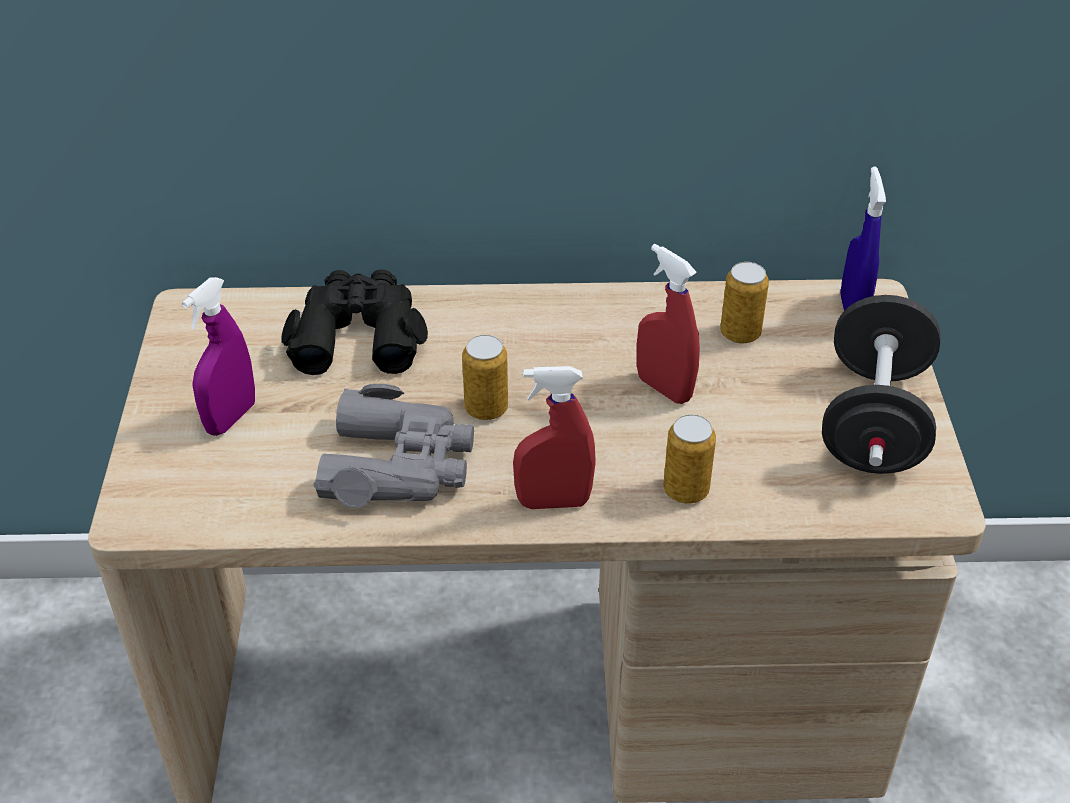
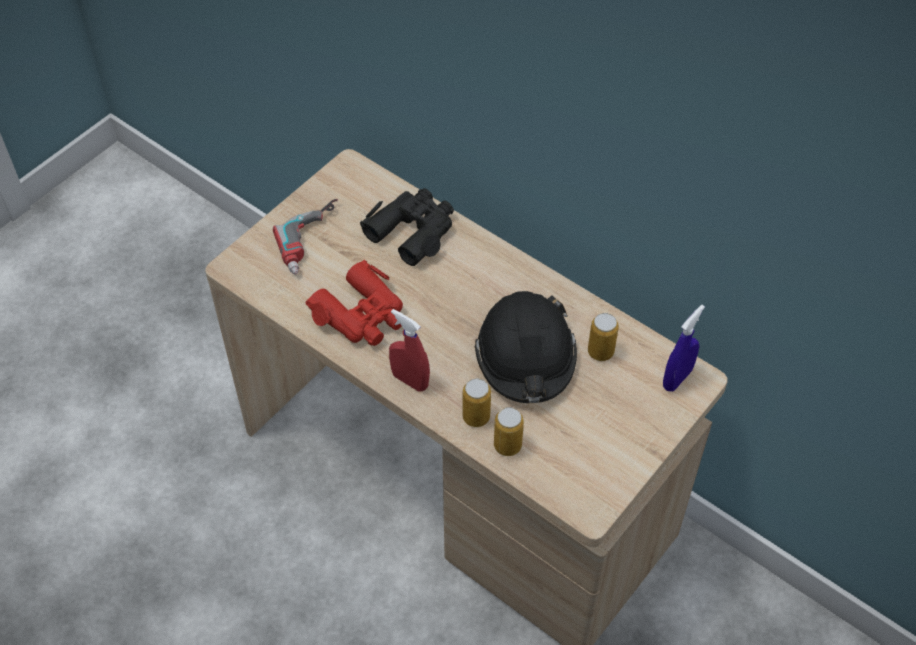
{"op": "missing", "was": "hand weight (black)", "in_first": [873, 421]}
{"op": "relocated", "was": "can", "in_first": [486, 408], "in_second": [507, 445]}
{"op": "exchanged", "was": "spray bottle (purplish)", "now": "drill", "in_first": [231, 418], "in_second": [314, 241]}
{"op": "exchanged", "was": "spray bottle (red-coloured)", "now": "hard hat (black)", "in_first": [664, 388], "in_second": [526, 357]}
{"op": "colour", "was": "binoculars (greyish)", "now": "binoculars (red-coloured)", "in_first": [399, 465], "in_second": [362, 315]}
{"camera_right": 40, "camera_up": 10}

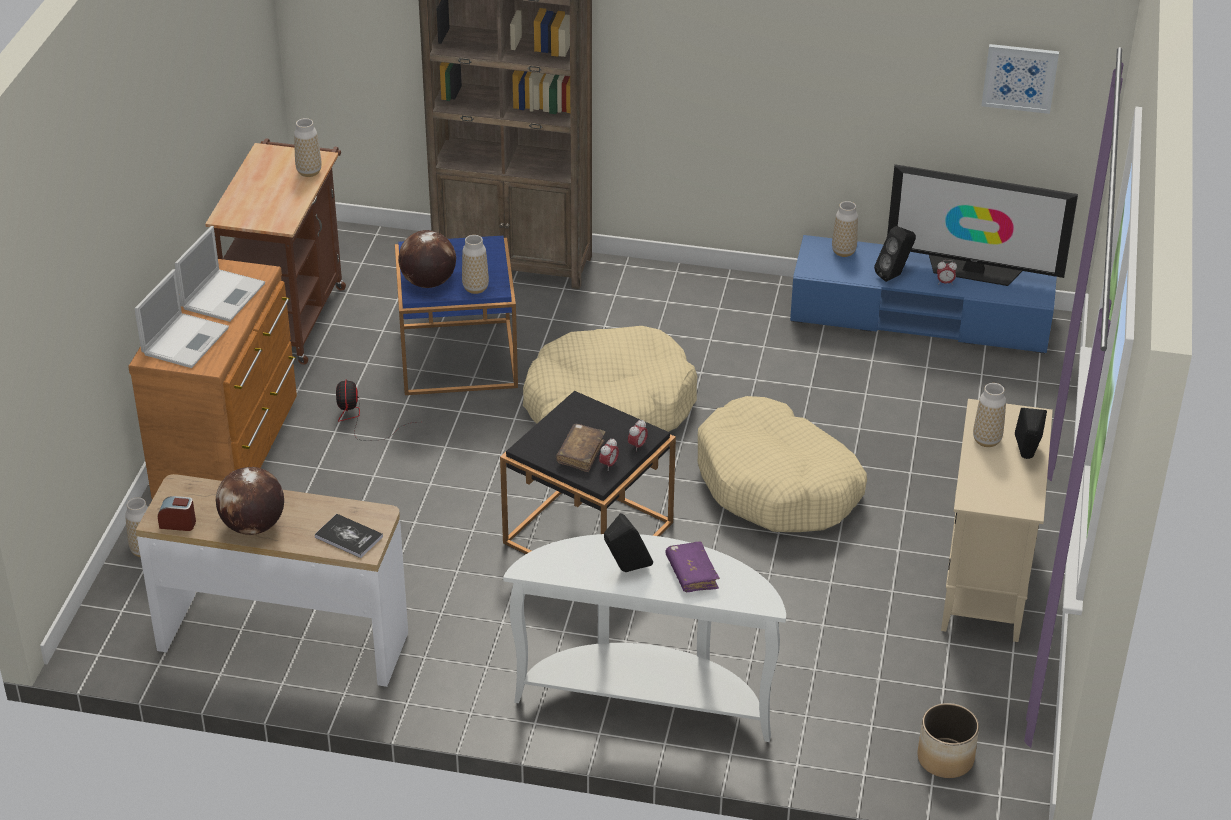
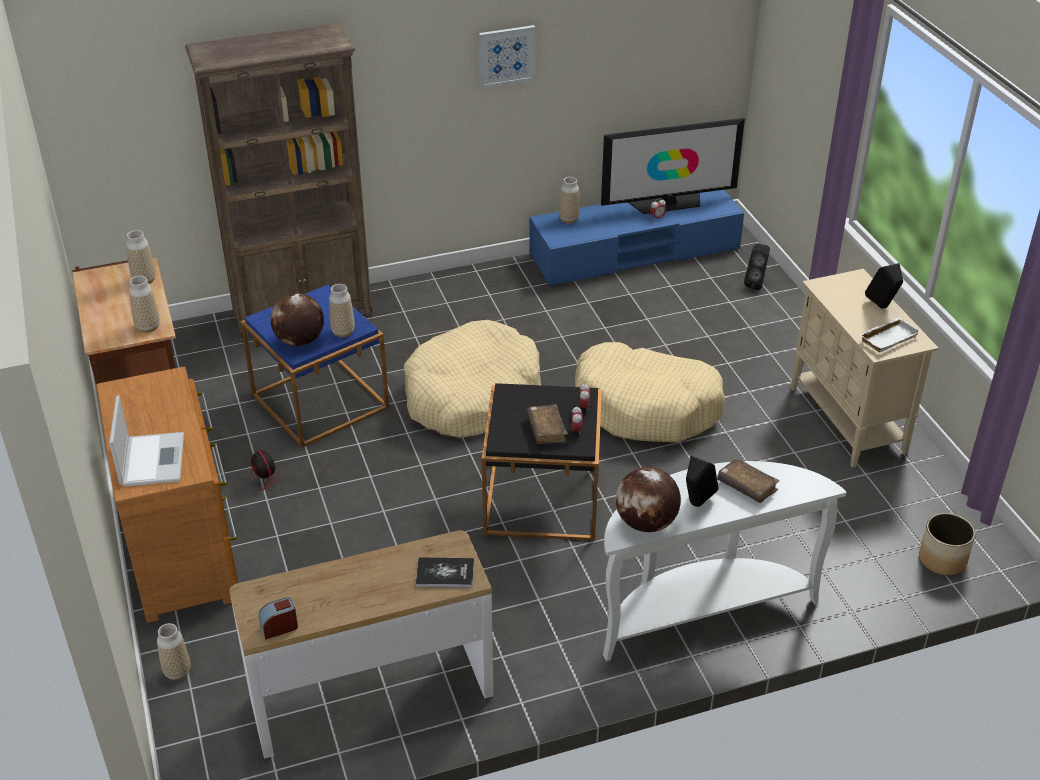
{"op": "missing", "was": "notebook computer", "in_first": [224, 295]}
{"op": "appeared", "now": "carrying tray (whitish)", "in_second": [887, 337]}
{"op": "relocated", "was": "globe", "in_first": [253, 526], "in_second": [646, 523]}
{"op": "relocated", "was": "loudspeaker (black)", "in_first": [894, 275], "in_second": [757, 283]}
{"op": "relocated", "was": "flower vase", "in_first": [986, 440], "in_second": [148, 327]}
{"op": "relocated", "was": "wall art", "in_first": [1019, 77], "in_second": [506, 56]}
{"op": "colour", "was": "book (purplish)", "now": "book (brown)", "in_first": [691, 573], "in_second": [746, 486]}
{"camera_right": -30, "camera_up": 0}

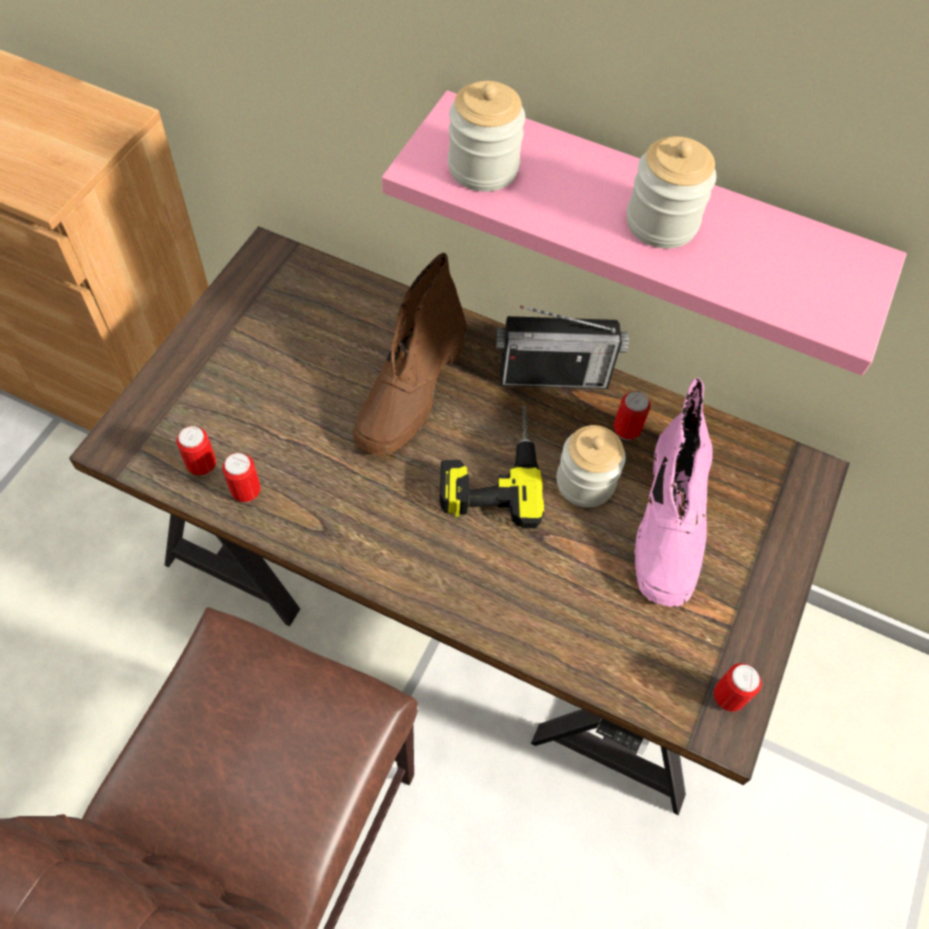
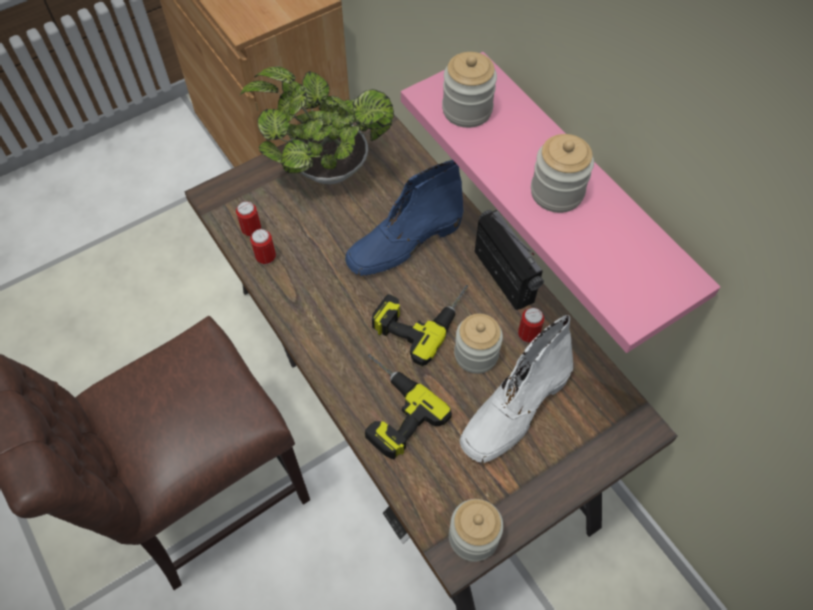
{"op": "appeared", "now": "potted plant", "in_second": [324, 168]}
{"op": "appeared", "now": "drill", "in_second": [388, 409]}
{"op": "exchanged", "was": "can", "now": "jar", "in_first": [728, 697], "in_second": [473, 537]}
{"op": "colour", "was": "tall boot (brown)", "now": "tall boot (blue)", "in_first": [411, 391], "in_second": [404, 243]}
{"op": "colour", "was": "tall boot (pinkish)", "now": "tall boot (whitish)", "in_first": [670, 524], "in_second": [515, 409]}
{"op": "spun", "was": "radio set", "in_first": [553, 376], "in_second": [503, 276], "clockwise": -150}
{"camera_right": 35, "camera_up": 0}

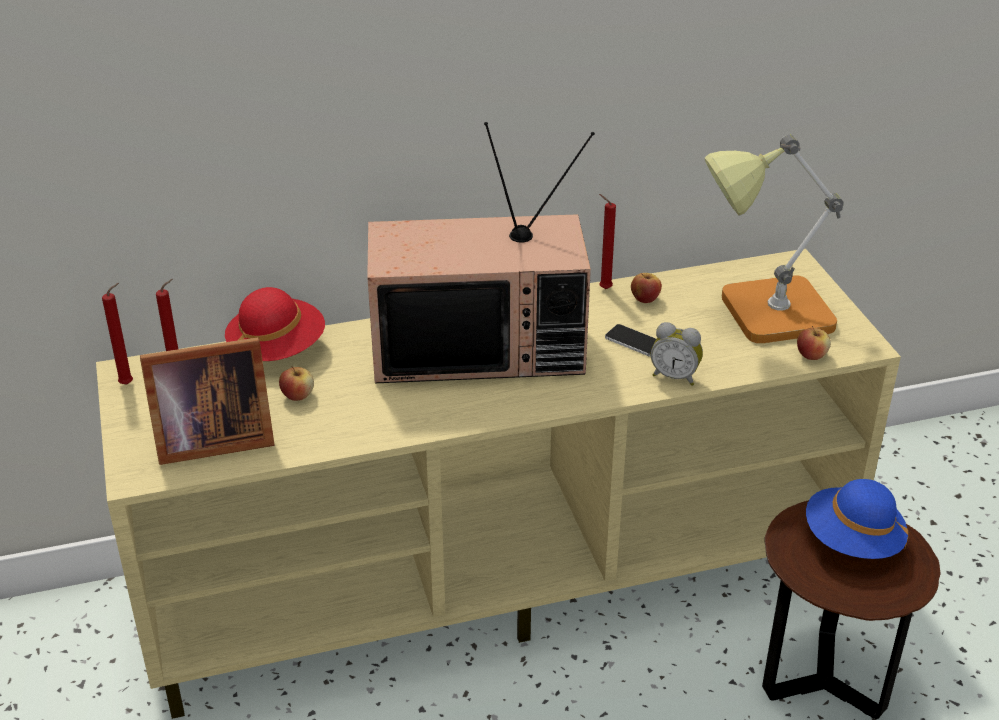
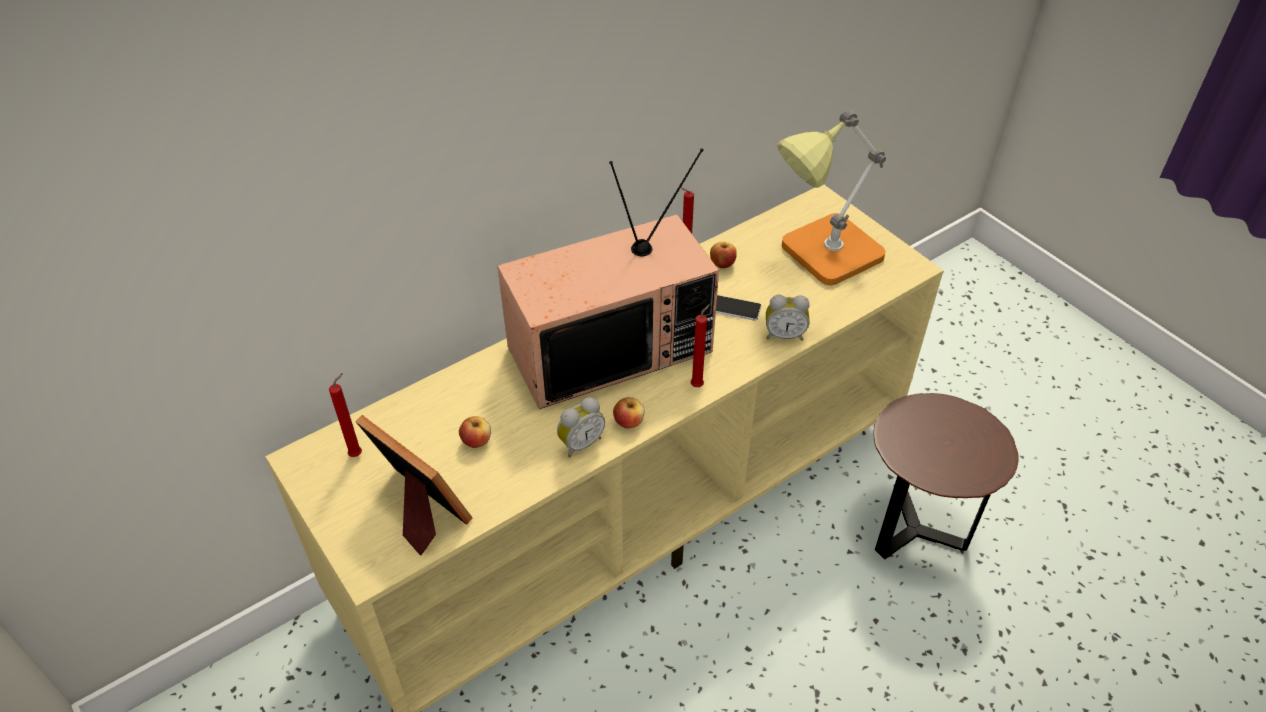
{"op": "missing", "was": "wearable hat (red-coloured)", "in_first": [277, 349]}
{"op": "missing", "was": "wearable hat (blue)", "in_first": [852, 541]}
{"op": "appeared", "now": "alarm clock", "in_second": [580, 443]}
{"op": "relocated", "was": "wax light (red-coloured)", "in_first": [129, 384], "in_second": [698, 385]}
{"op": "relocated", "was": "whole apple", "in_first": [811, 355], "in_second": [628, 422]}
{"op": "spun", "was": "standing frame", "in_first": [209, 439], "in_second": [419, 511], "clockwise": -105}
{"camera_right": -20, "camera_up": 10}

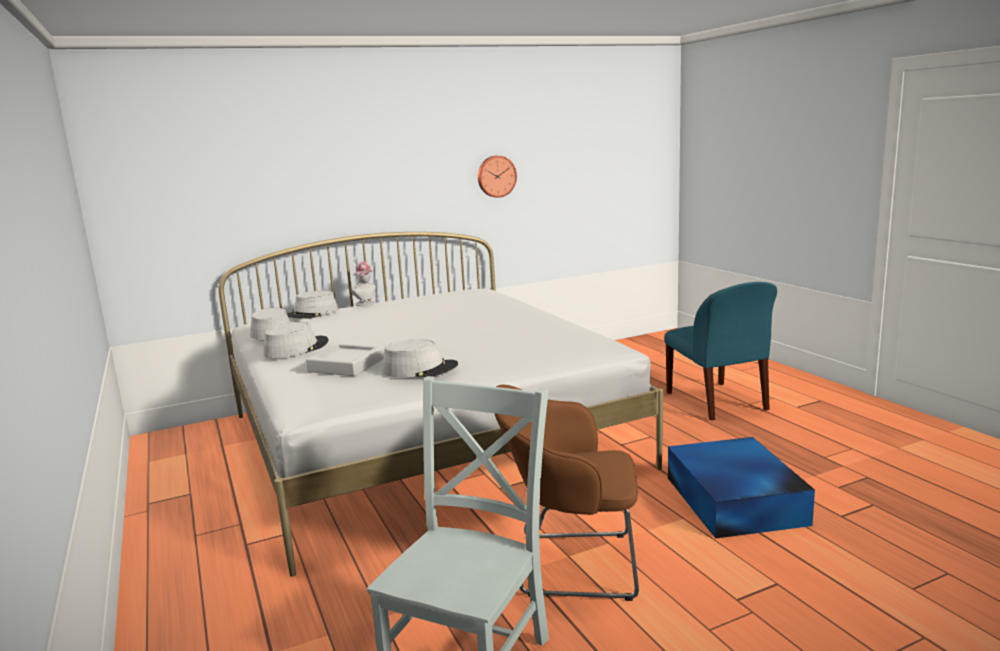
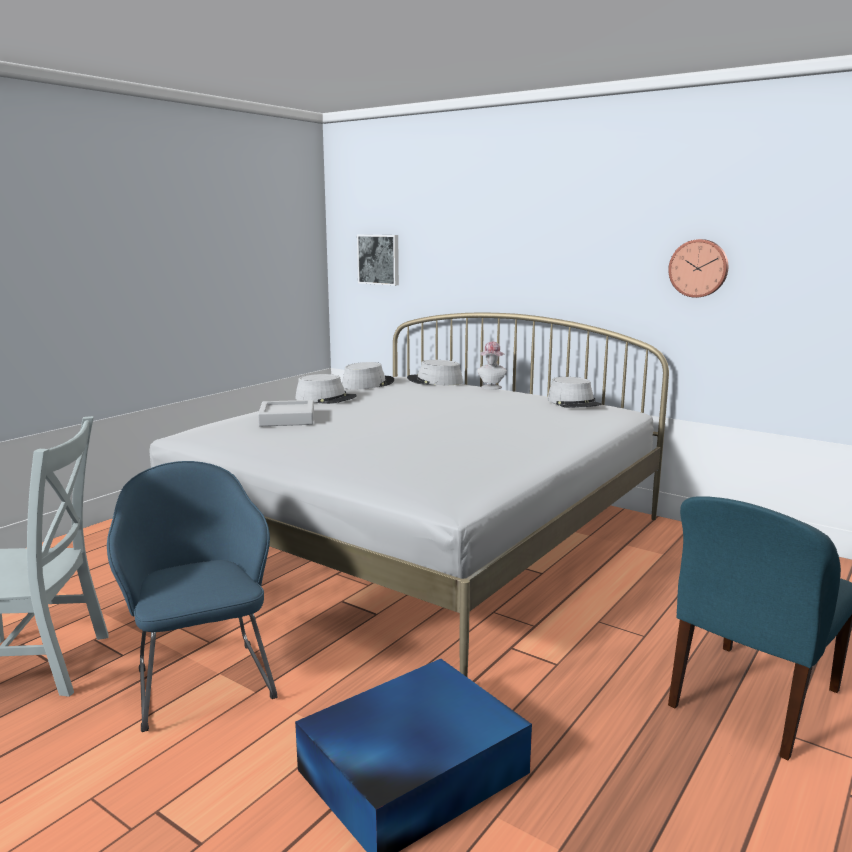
{"op": "appeared", "now": "wall art", "in_second": [379, 259]}
{"op": "relocated", "was": "wearable hat (greyish)", "in_first": [420, 369], "in_second": [574, 402]}
{"op": "colour", "was": "armchair (brown)", "now": "armchair (blue)", "in_first": [570, 564], "in_second": [202, 678]}
{"camera_right": 60, "camera_up": 0}

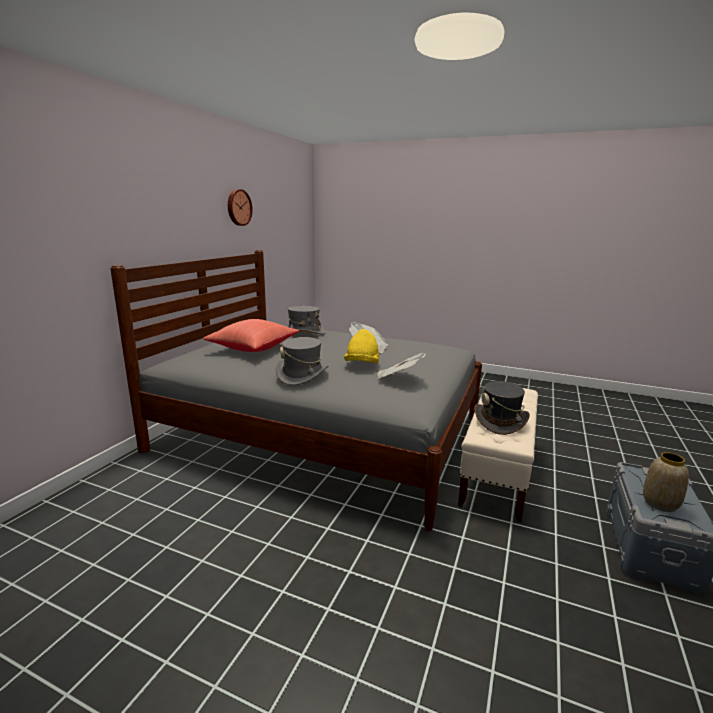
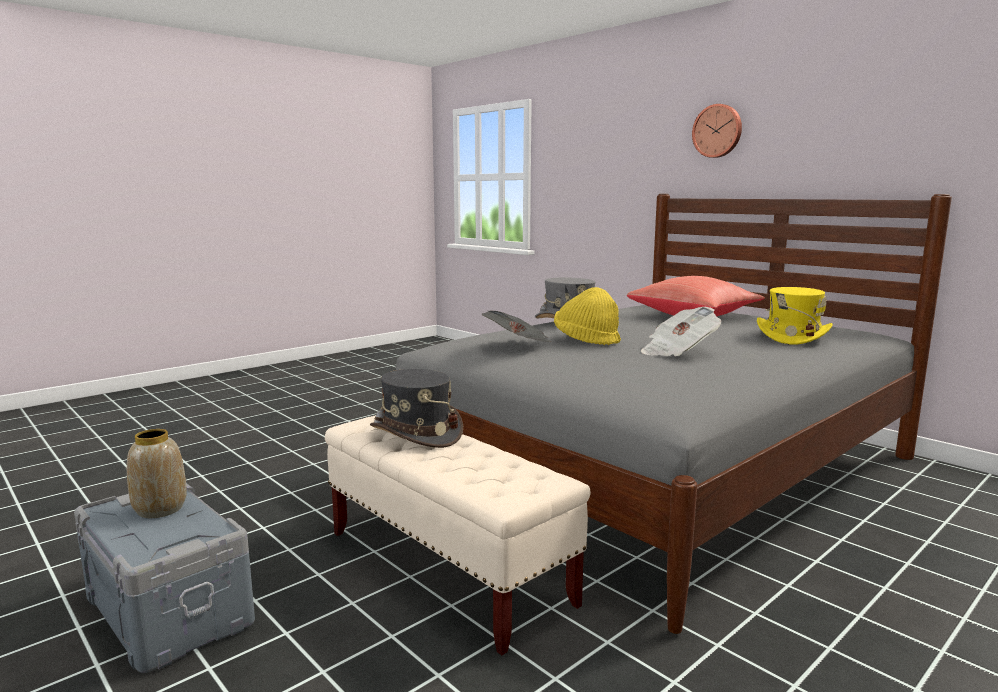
{"op": "relocated", "was": "wall clock", "in_first": [238, 207], "in_second": [718, 131]}
{"op": "colour", "was": "wearable hat (greyish)", "now": "wearable hat (yellowish)", "in_first": [304, 333], "in_second": [792, 336]}
{"camera_right": 115, "camera_up": -5}

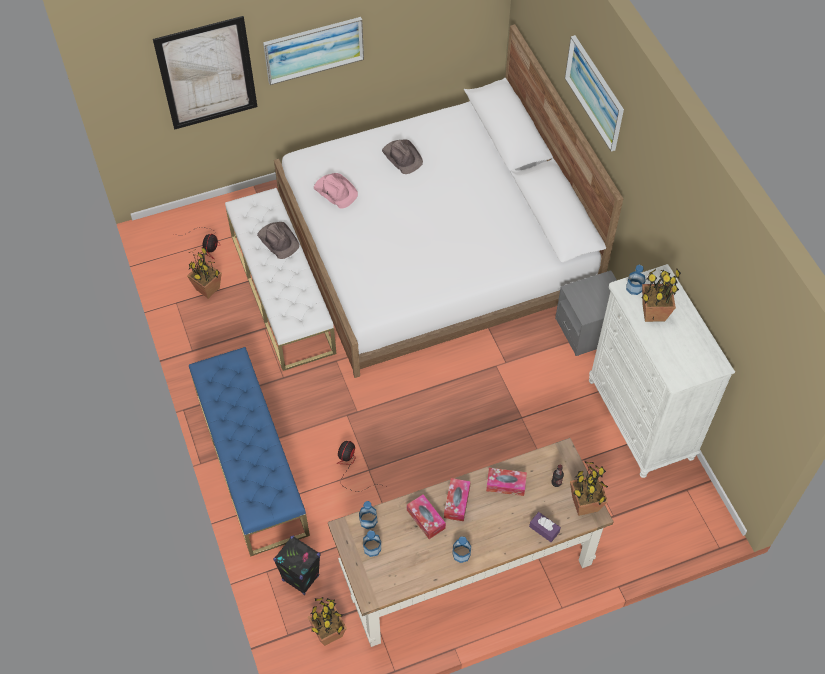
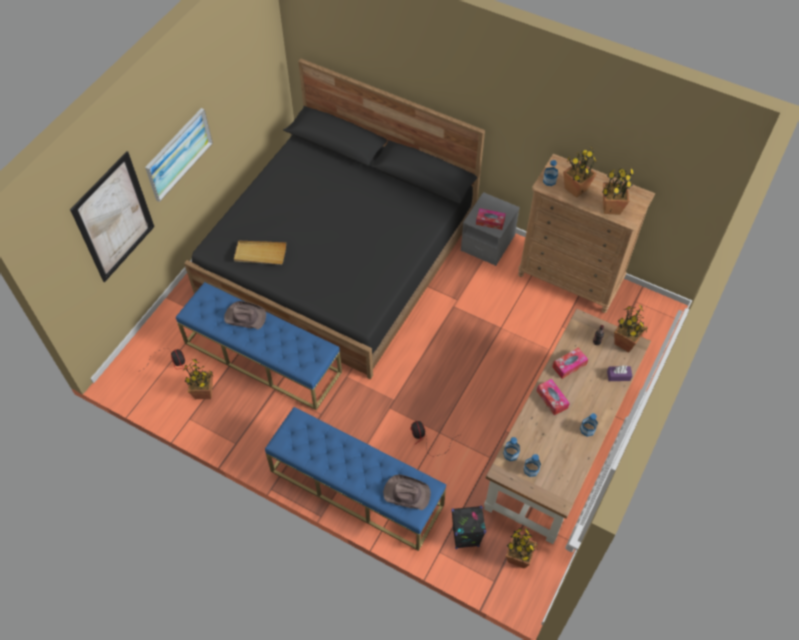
{"op": "missing", "was": "wall art", "in_first": [595, 92]}
{"op": "appeared", "now": "potted plant", "in_second": [611, 208]}
{"op": "relocated", "was": "wearable hat (brown)", "in_first": [402, 157], "in_second": [406, 493]}
{"op": "relocated", "was": "box of tissues", "in_first": [426, 519], "in_second": [490, 221]}
{"op": "exchanged", "was": "wearable hat (pinkish)", "now": "carrying tray (beige)", "in_first": [335, 191], "in_second": [260, 254]}
{"op": "colour", "was": "long seat (whitish)", "now": "long seat (blue)", "in_first": [282, 293], "in_second": [263, 357]}
{"op": "colour", "was": "bed (whitish)", "now": "bed (black)", "in_first": [436, 246], "in_second": [339, 255]}
{"op": "colour", "was": "drawer chest (whitish)", "now": "drawer chest (brown)", "in_first": [640, 420], "in_second": [570, 278]}
{"camera_right": -40, "camera_up": 0}

